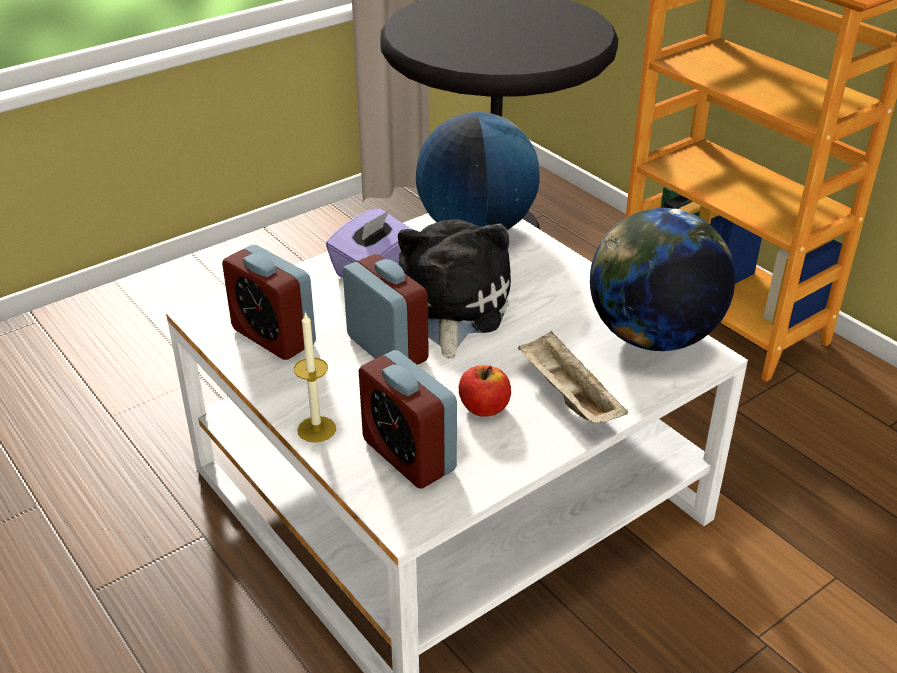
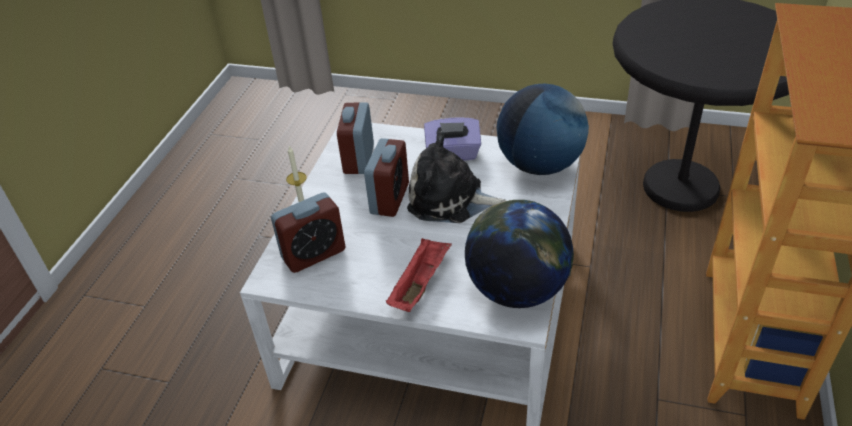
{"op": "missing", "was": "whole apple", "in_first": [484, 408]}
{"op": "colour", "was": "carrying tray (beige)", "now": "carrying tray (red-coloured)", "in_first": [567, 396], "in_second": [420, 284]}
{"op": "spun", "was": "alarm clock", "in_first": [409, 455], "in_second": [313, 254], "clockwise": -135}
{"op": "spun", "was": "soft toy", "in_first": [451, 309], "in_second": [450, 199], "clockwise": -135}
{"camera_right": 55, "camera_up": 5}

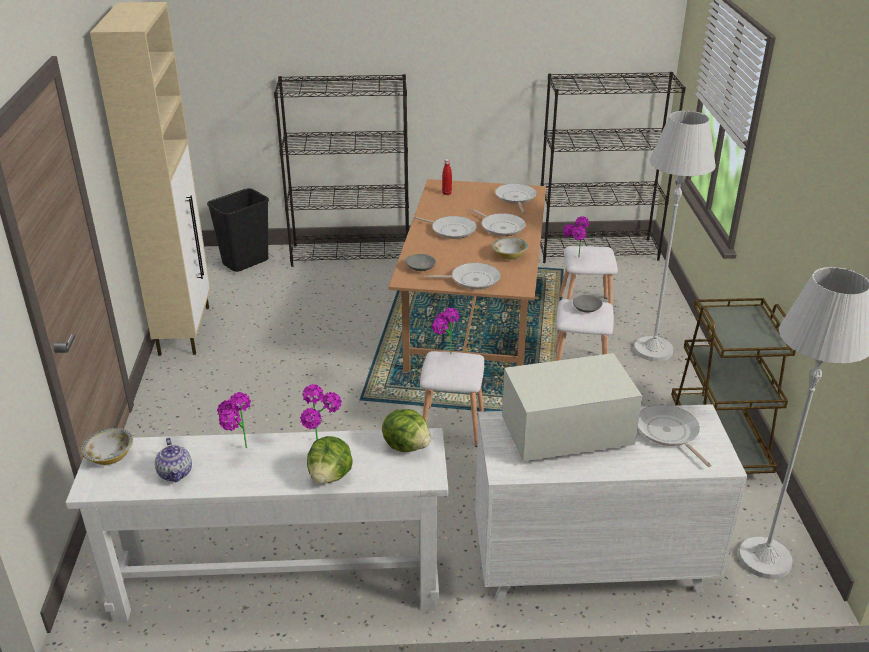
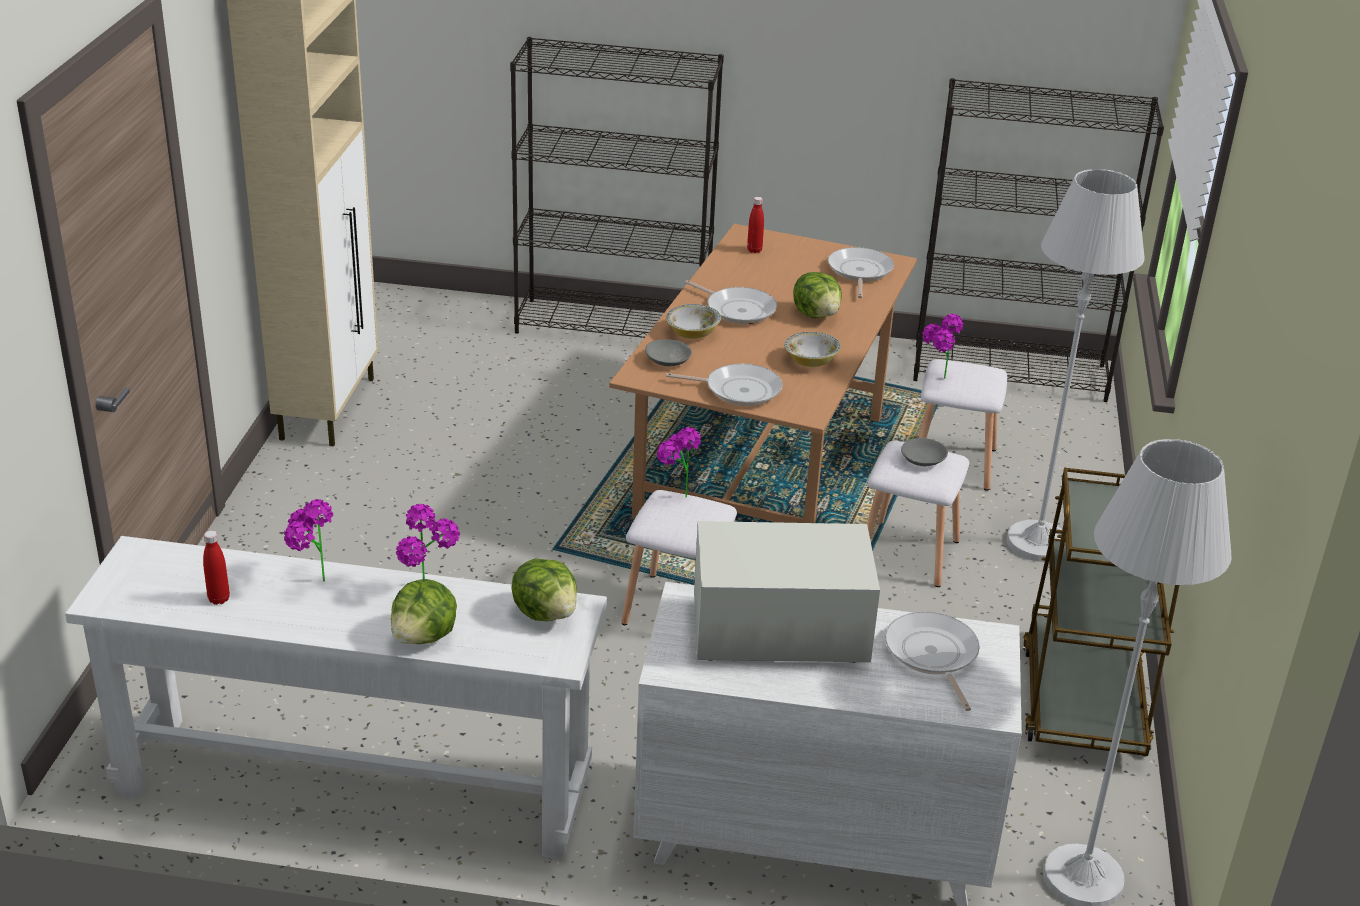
{"op": "missing", "was": "rubbish bin (black)", "in_first": [245, 262]}
{"op": "relocated", "was": "serving bowl", "in_first": [110, 457], "in_second": [692, 333]}
{"op": "exchanged", "was": "tea pot", "now": "beverage bottle (red-coloured)", "in_first": [176, 473], "in_second": [219, 599]}
{"op": "exchanged", "was": "skillet", "now": "head of lettuce", "in_first": [501, 227], "in_second": [817, 314]}
{"camera_right": 10, "camera_up": 0}

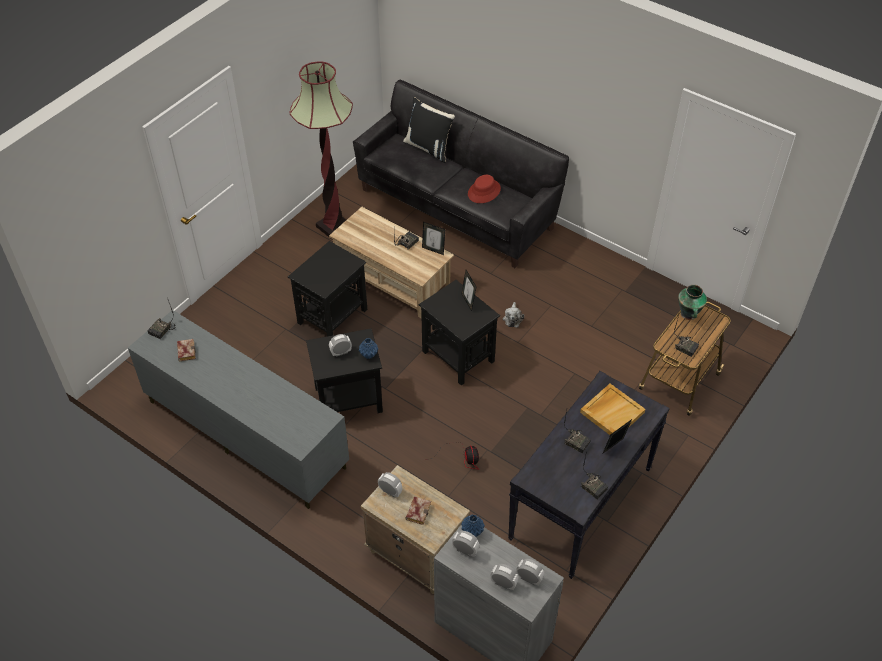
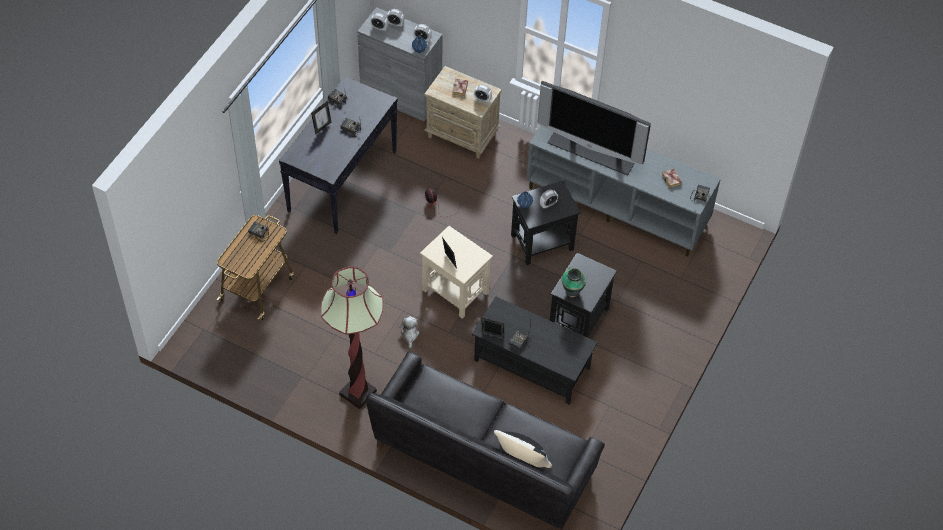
{"op": "missing", "was": "wearable hat (red-coloured)", "in_first": [484, 191]}
{"op": "missing", "was": "carrying tray (beige)", "in_first": [612, 412]}
{"op": "appeared", "now": "TV set", "in_second": [593, 149]}
{"op": "relocated", "was": "standing lamp", "in_first": [333, 227], "in_second": [357, 393]}
{"op": "relocated", "was": "flower vase", "in_first": [688, 315], "in_second": [572, 291]}
{"op": "colour", "was": "coffee table (beige)", "now": "coffee table (black)", "in_first": [393, 279], "in_second": [531, 364]}
{"op": "colour", "was": "side table (black)", "now": "side table (beige)", "in_first": [458, 357], "in_second": [454, 291]}
{"camera_right": 170, "camera_up": 5}

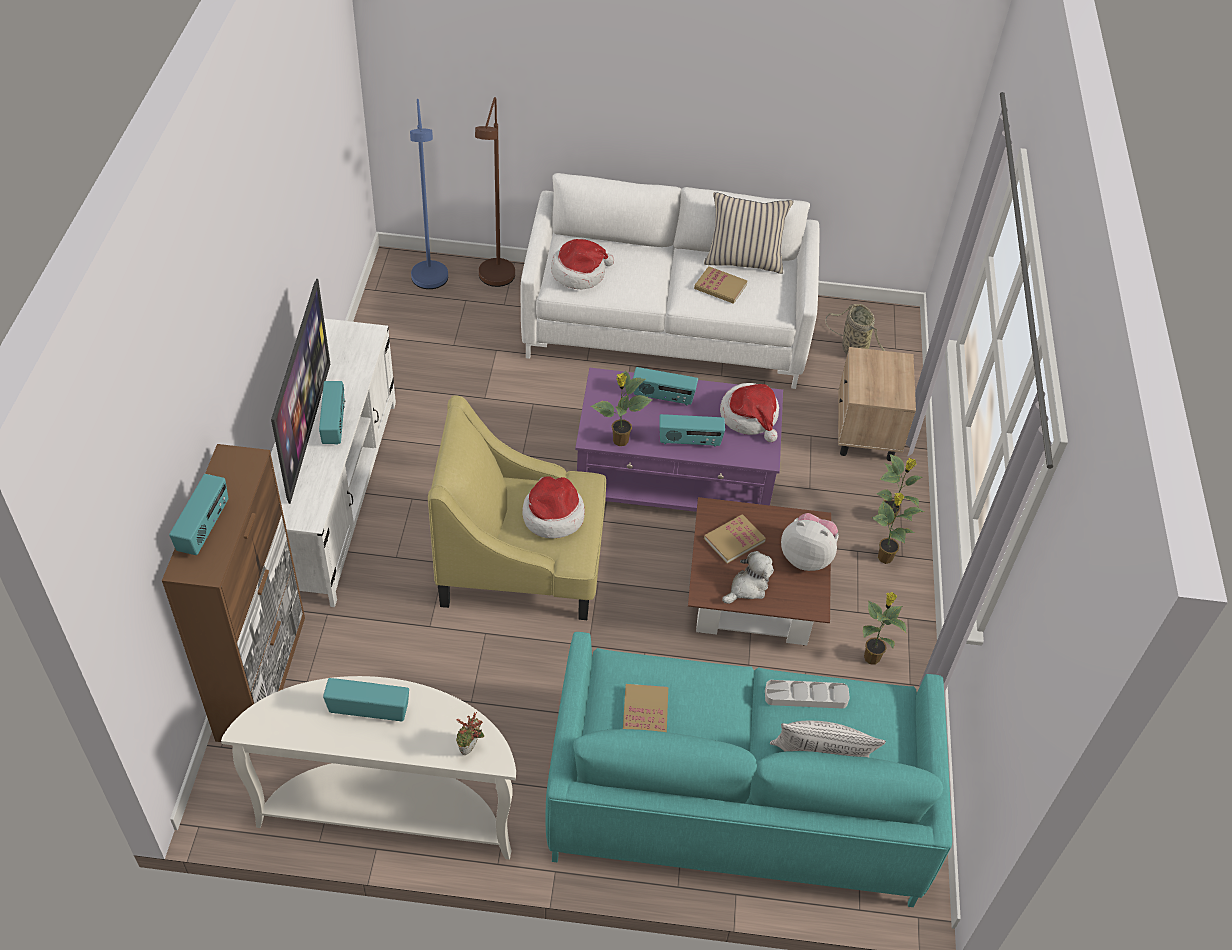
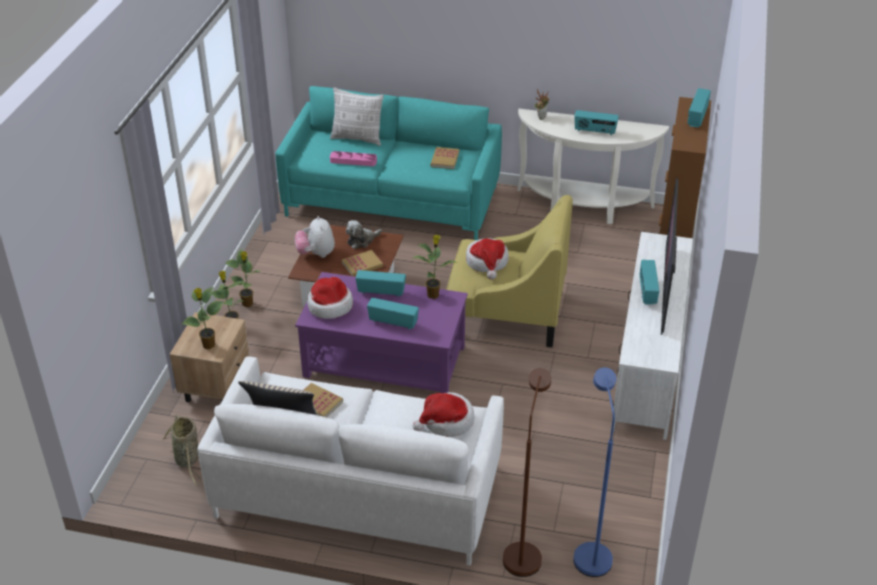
{"op": "relocated", "was": "potted plant", "in_first": [871, 656], "in_second": [208, 345]}
{"op": "colour", "was": "carrying tray (greyish)", "now": "carrying tray (pinkish)", "in_first": [806, 697], "in_second": [353, 161]}
{"op": "spun", "was": "soft toy", "in_first": [807, 557], "in_second": [316, 254], "clockwise": 45}
{"camera_right": -170, "camera_up": -10}

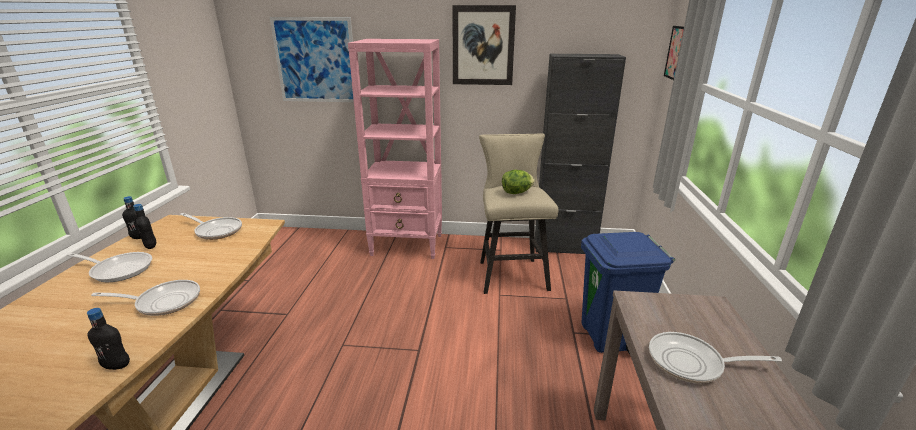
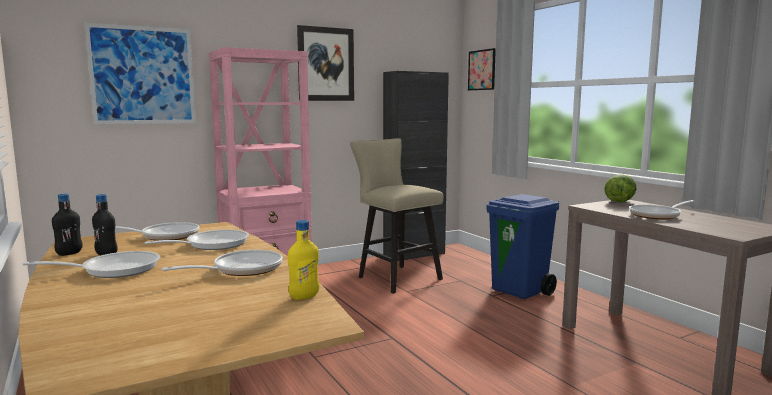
{"op": "appeared", "now": "skillet", "in_second": [212, 244]}
{"op": "relocated", "was": "head of lettuce", "in_first": [516, 192], "in_second": [619, 201]}
{"op": "colour", "was": "beverage bottle (black)", "now": "beverage bottle (yellowish)", "in_first": [116, 365], "in_second": [304, 297]}
{"camera_right": -35, "camera_up": -15}

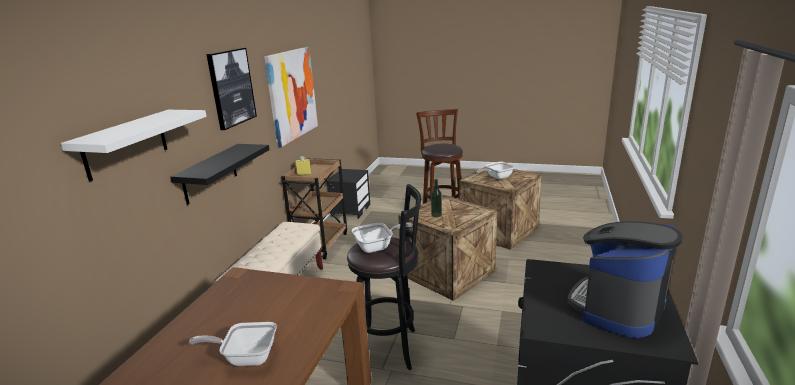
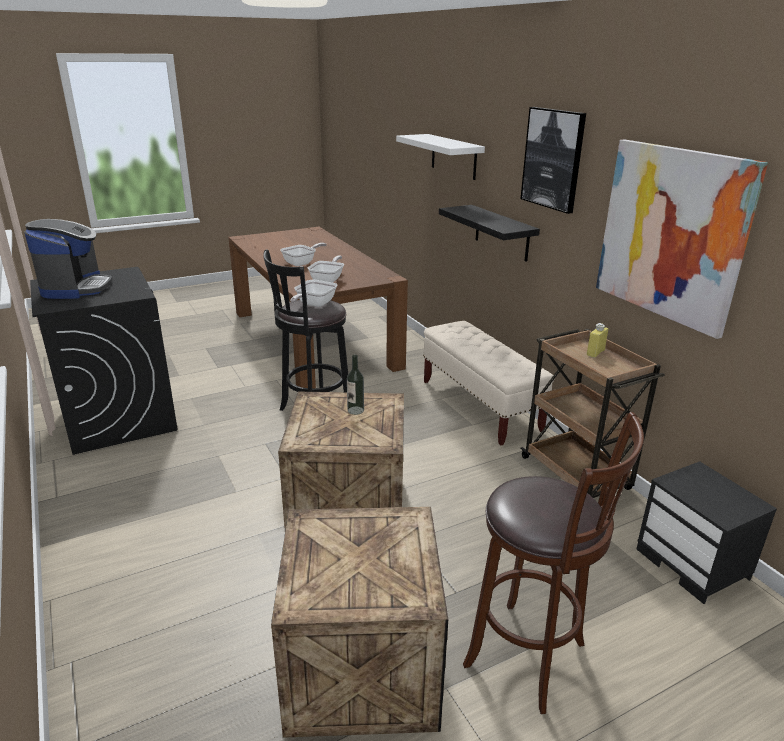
{"op": "relocated", "was": "skillet", "in_first": [496, 177], "in_second": [328, 280]}
{"camera_right": 135, "camera_up": 5}

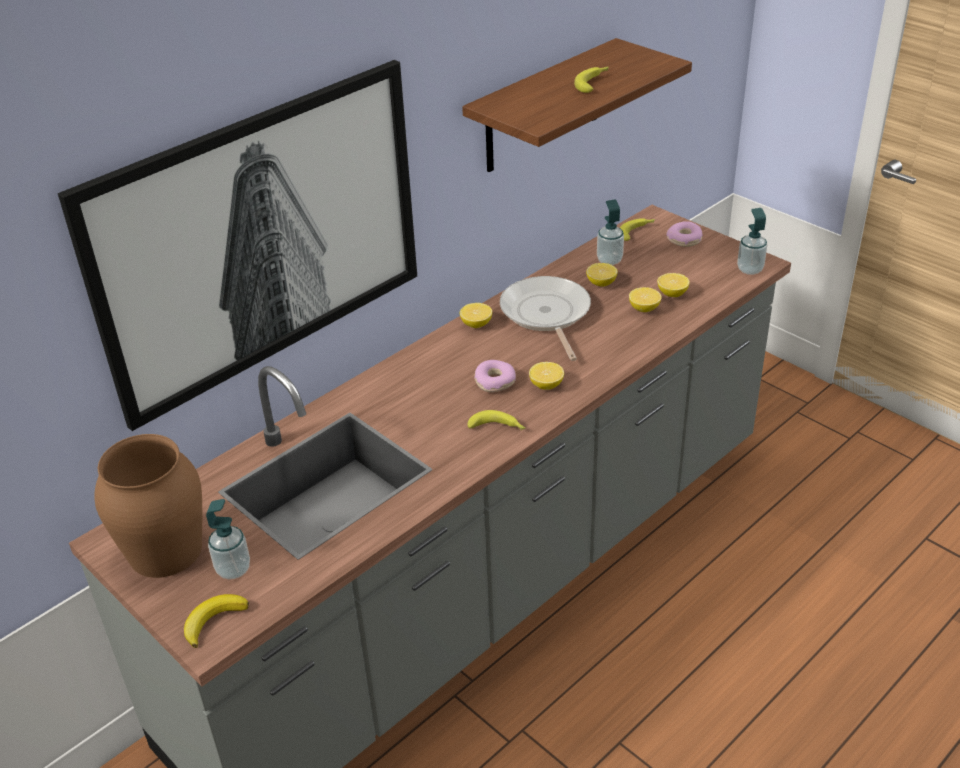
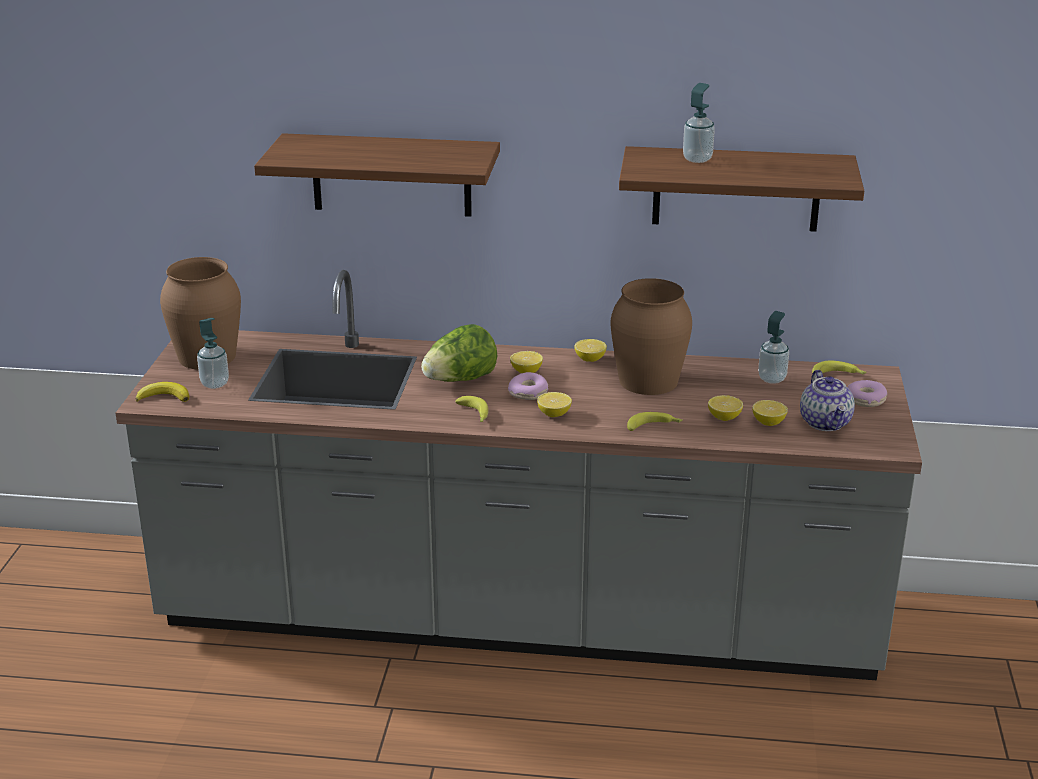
{"op": "appeared", "now": "head of lettuce", "in_second": [460, 380]}
{"op": "appeared", "now": "tea pot", "in_second": [826, 423]}
{"op": "relocated", "was": "whole banana", "in_first": [593, 83], "in_second": [654, 427]}
{"op": "relocated", "was": "citrus fruit", "in_first": [601, 283], "in_second": [526, 371]}
{"op": "relocated", "was": "soap bottle", "in_first": [750, 269], "in_second": [697, 159]}
{"op": "exchanged", "was": "wall art", "now": "shelf", "in_first": [263, 239], "in_second": [391, 175]}
{"op": "exchanged", "was": "skillet", "now": "flower vase (brown)", "in_first": [546, 315], "in_second": [647, 381]}
{"camera_right": 50, "camera_up": -10}

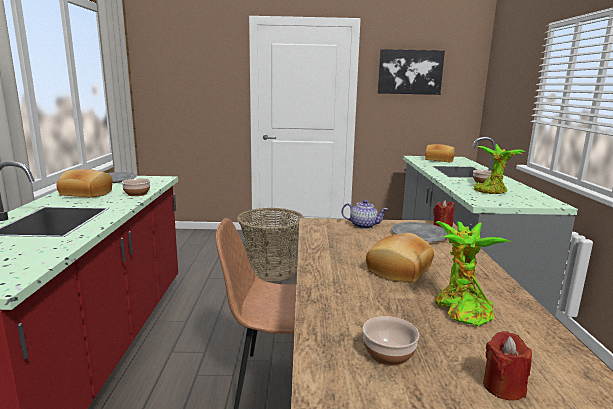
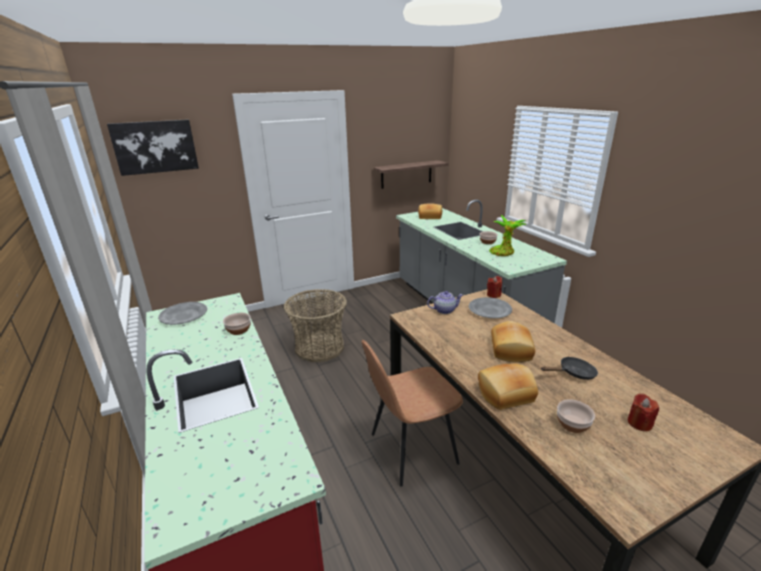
{"op": "appeared", "now": "shelf", "in_second": [406, 174]}
{"op": "relocated", "was": "bread", "in_first": [85, 194], "in_second": [506, 395]}
{"op": "relocated", "was": "wall art", "in_first": [410, 72], "in_second": [155, 147]}
{"op": "exchanged", "was": "potted plant", "now": "skillet (black)", "in_first": [460, 309], "in_second": [573, 373]}
{"camera_right": -25, "camera_up": 10}

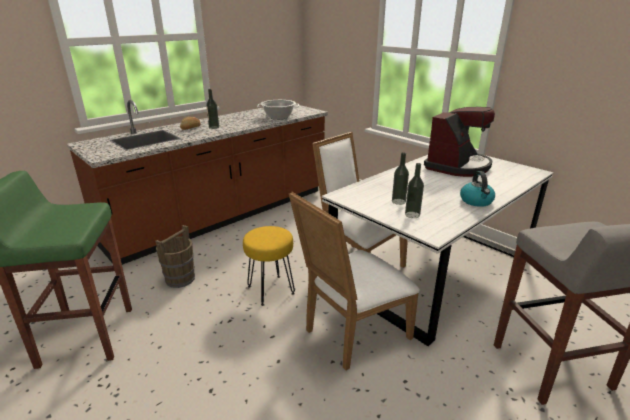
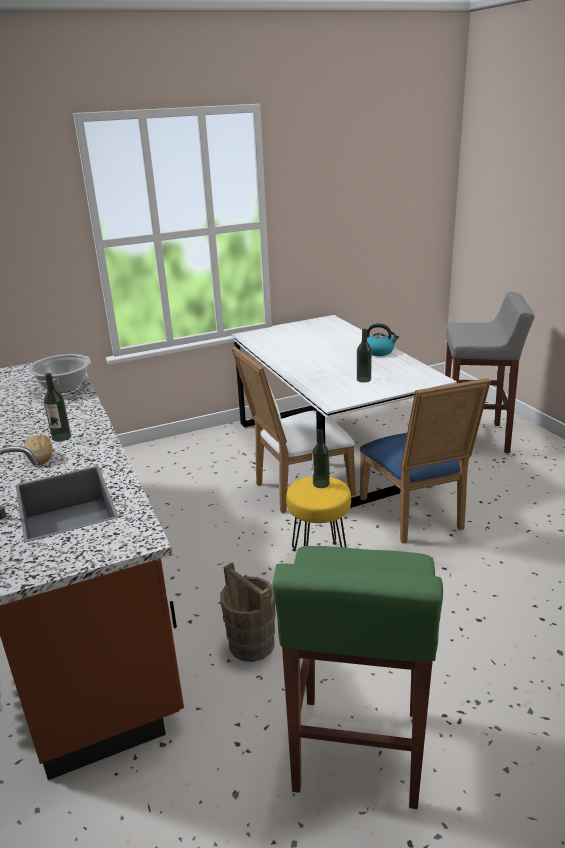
{"op": "missing", "was": "coffee maker", "in_first": [457, 166]}
{"op": "relocated", "was": "beverage bottle", "in_first": [412, 215], "in_second": [321, 484]}
{"op": "colour", "was": "chair (whitish)", "now": "chair (blue)", "in_first": [351, 334], "in_second": [416, 516]}
{"camera_right": -70, "camera_up": 0}

